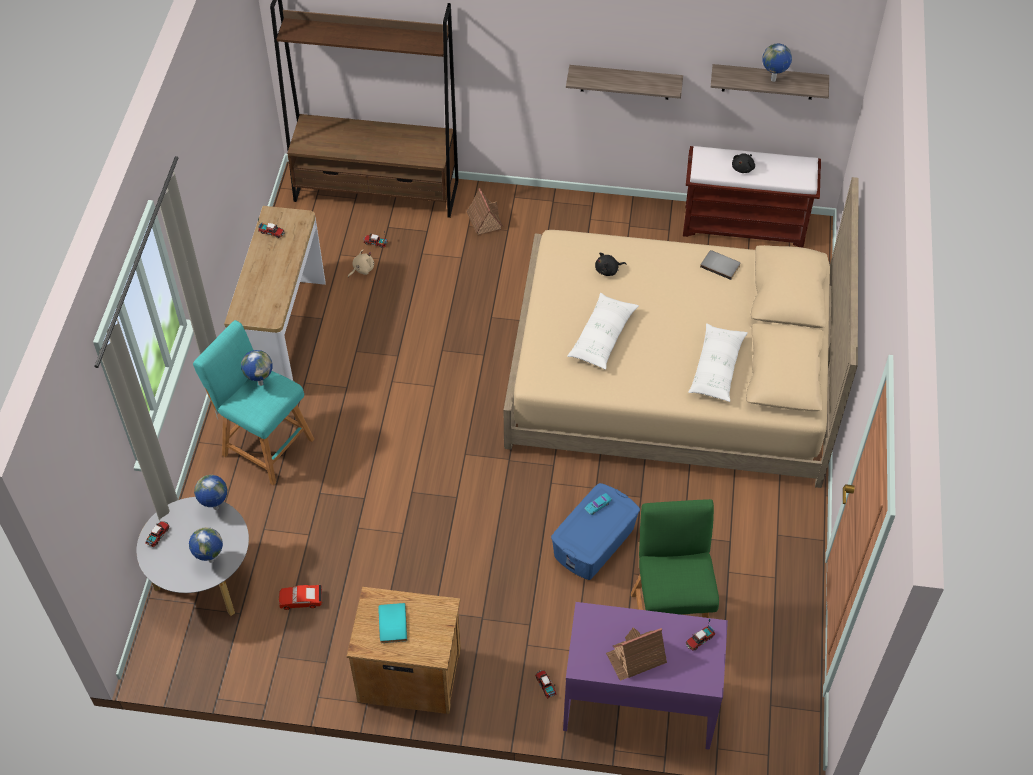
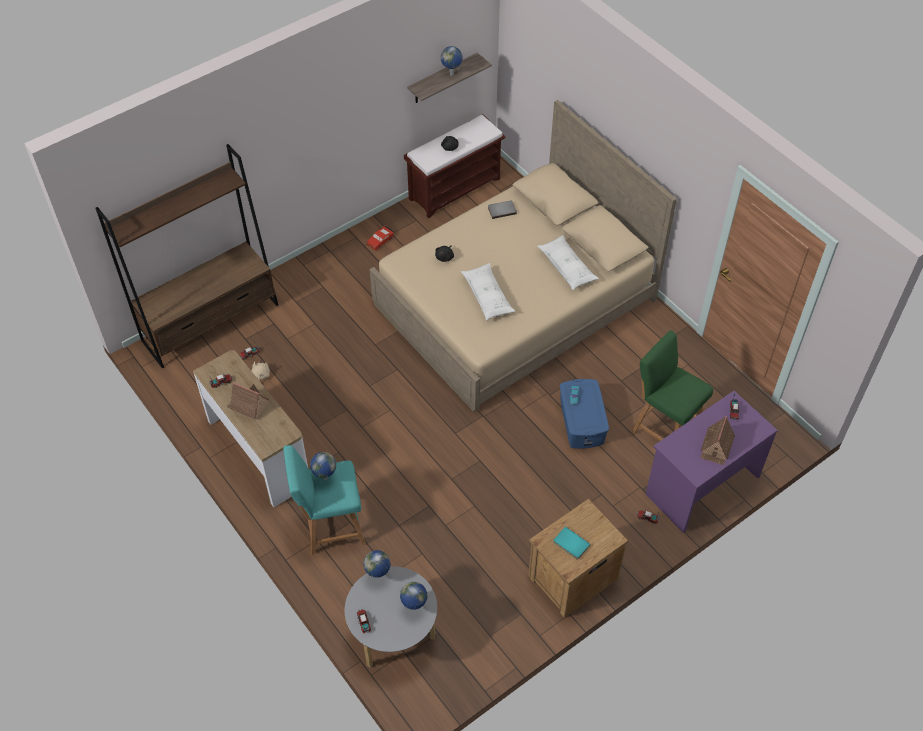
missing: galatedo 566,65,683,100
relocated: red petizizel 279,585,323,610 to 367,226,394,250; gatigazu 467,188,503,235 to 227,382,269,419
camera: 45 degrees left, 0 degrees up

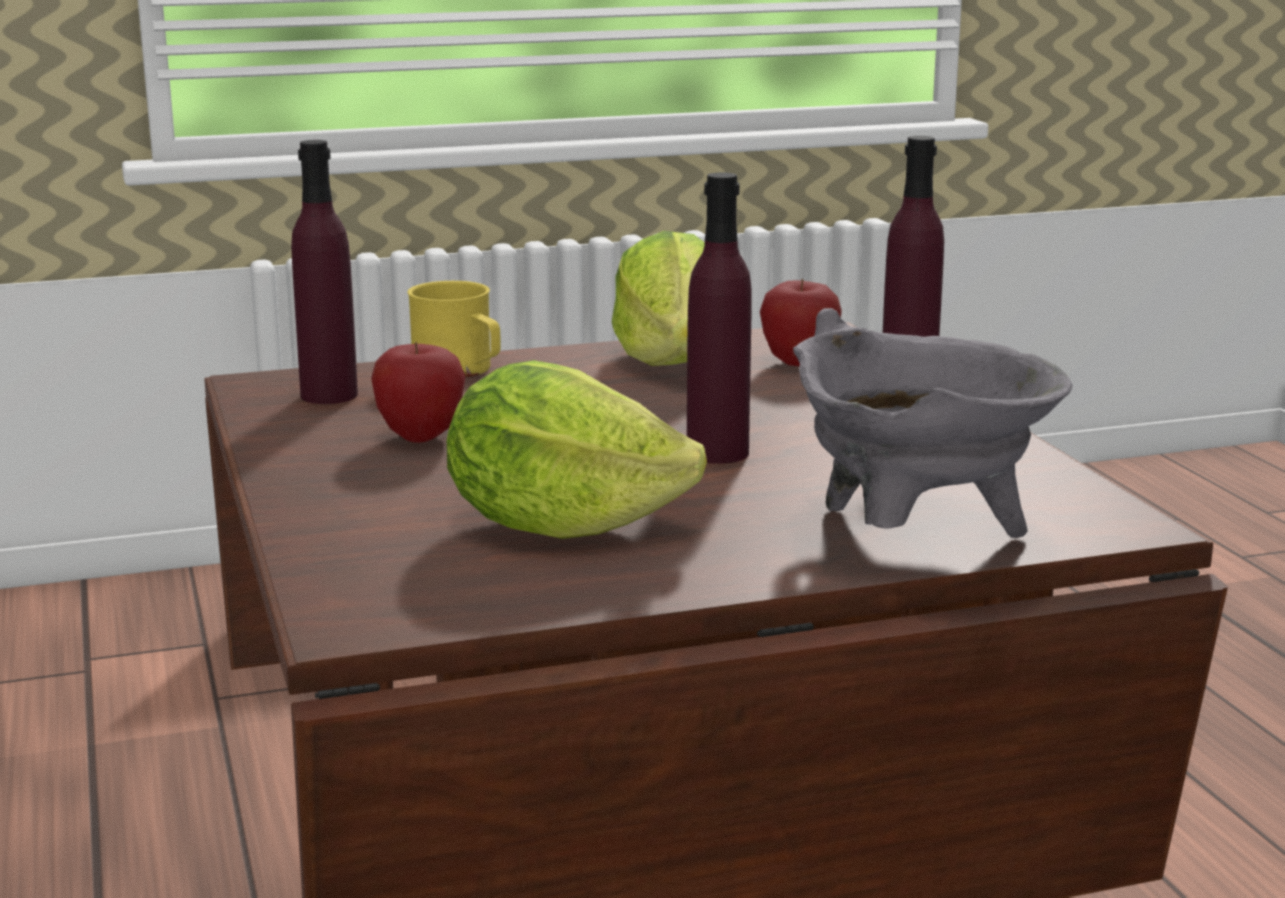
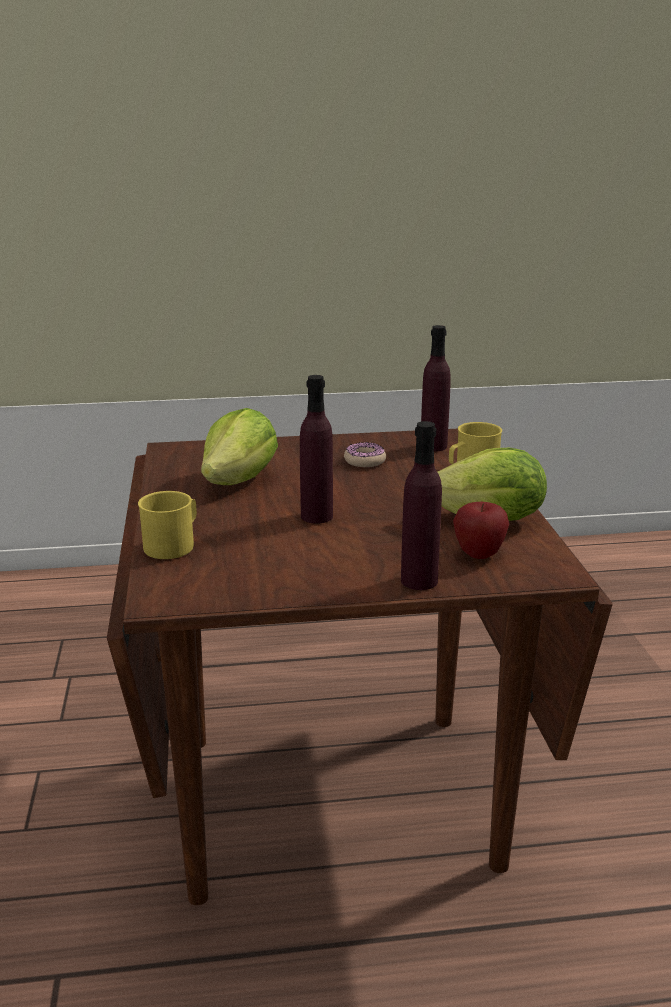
exchanged: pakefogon 371,341,466,443 to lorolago 344,442,386,467; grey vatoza 793,308,1072,538 to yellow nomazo 138,491,197,559
camera: 100 degrees right, 5 degrees up

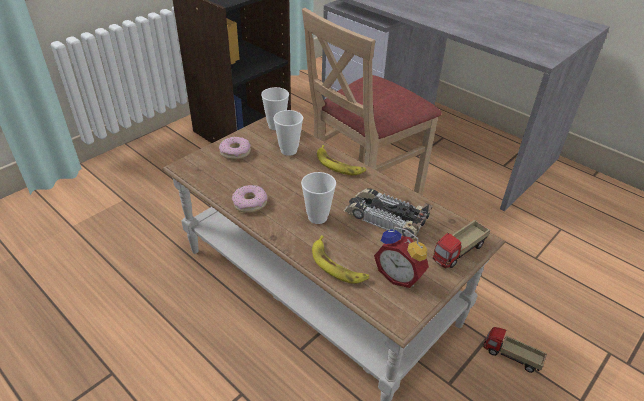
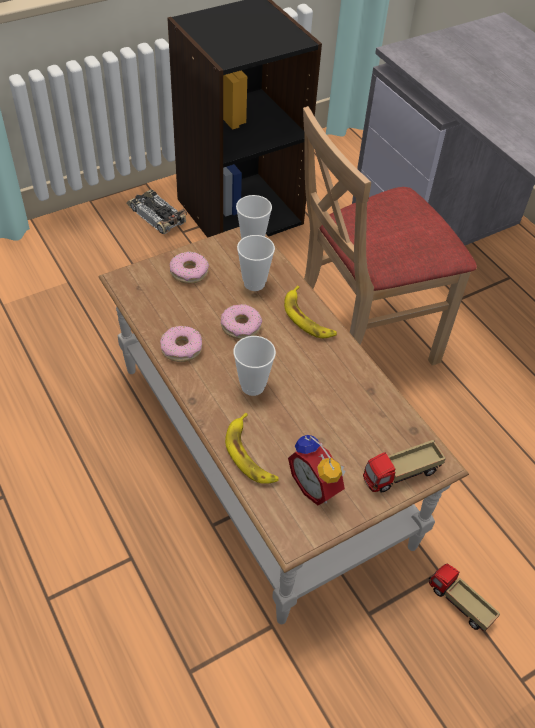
appeared: lorolago 221,304,262,339
relocated: petizizel 344,188,433,239 to 126,190,187,234
camera: 15 degrees right, 10 degrees up

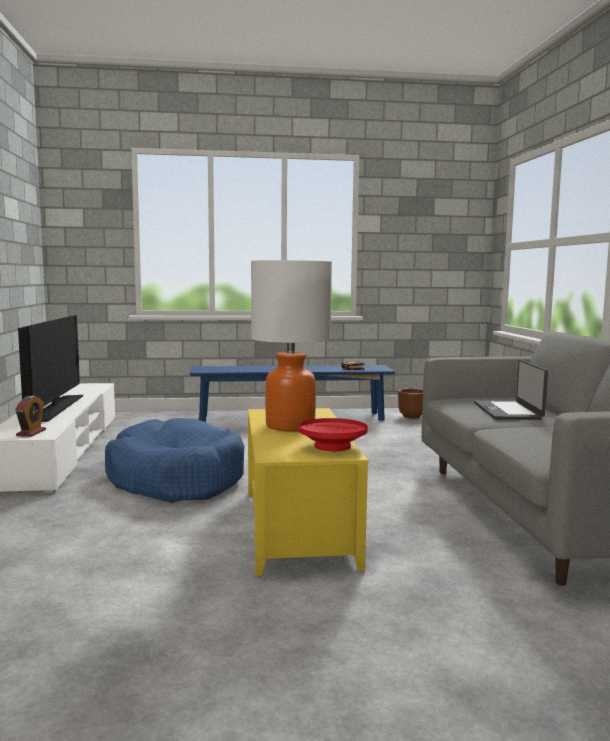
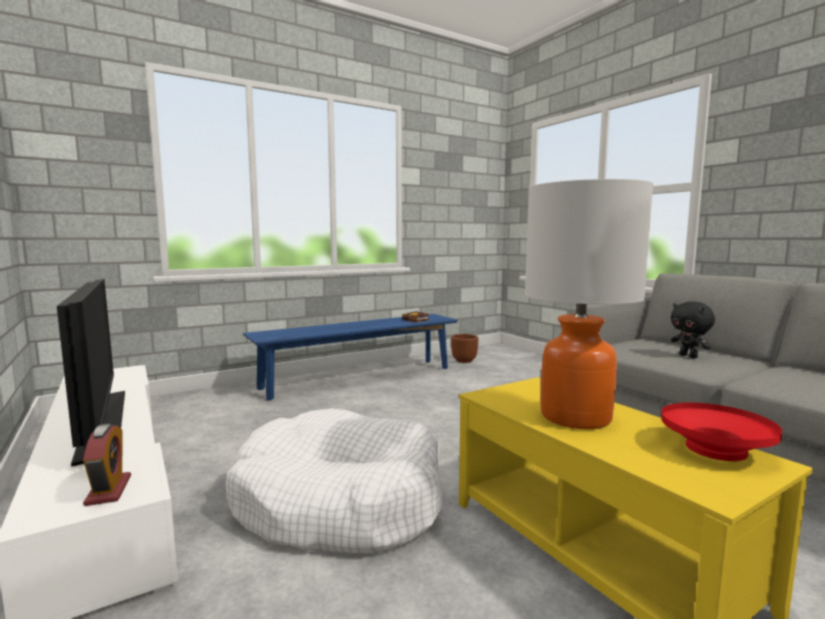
exchanged: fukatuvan 474,359,548,420 to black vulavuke 671,301,715,358
colour: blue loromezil 105,418,244,503 to white loromezil 225,409,442,553
camera: 25 degrees left, 0 degrees up

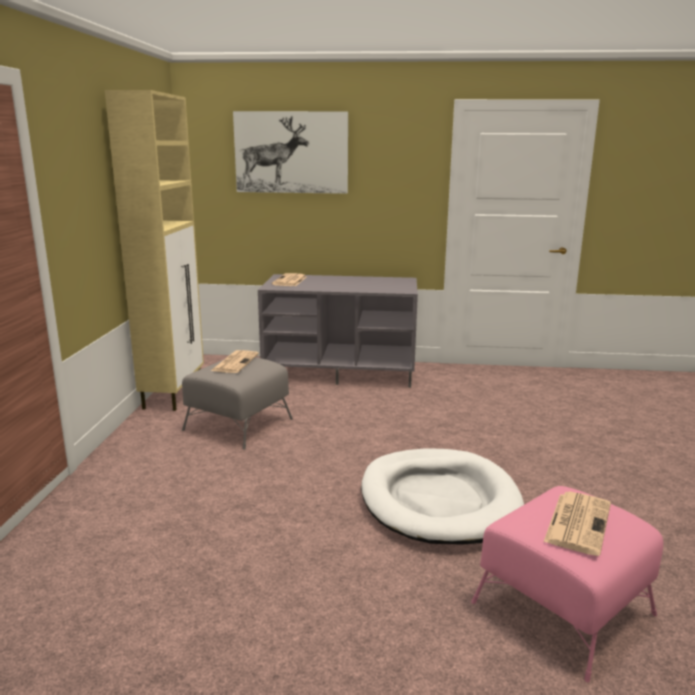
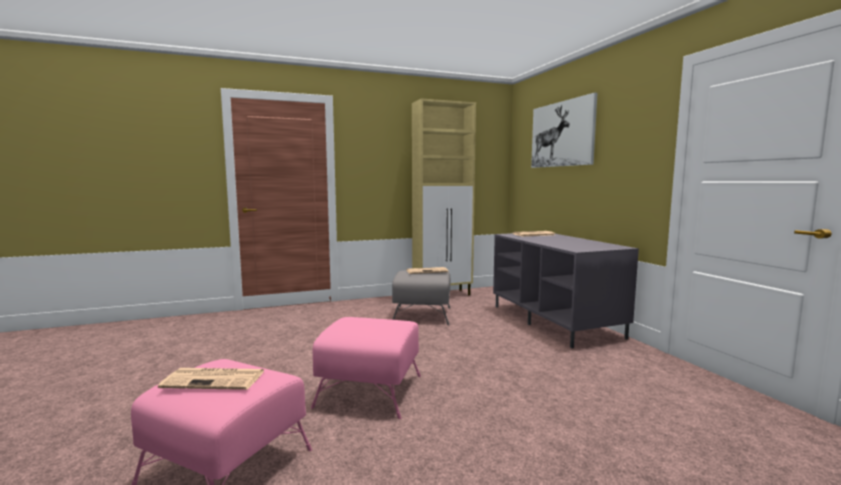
exchanged: white loromezil 361,449,524,544 to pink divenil 311,317,421,419
camera: 65 degrees right, 10 degrees down

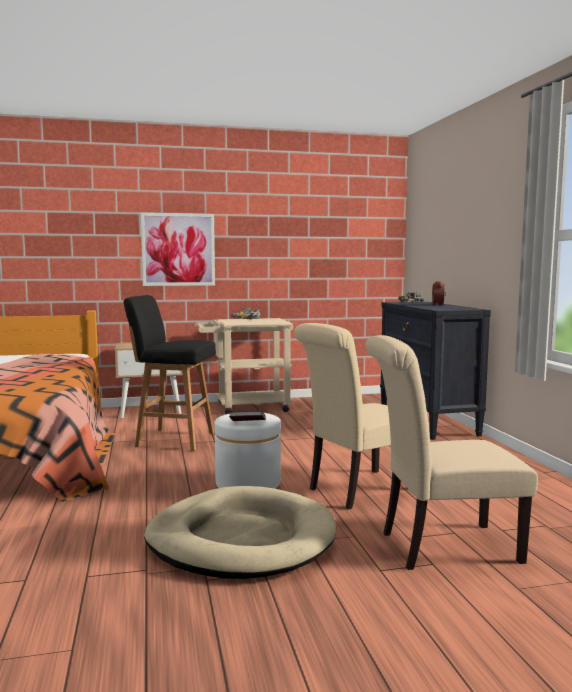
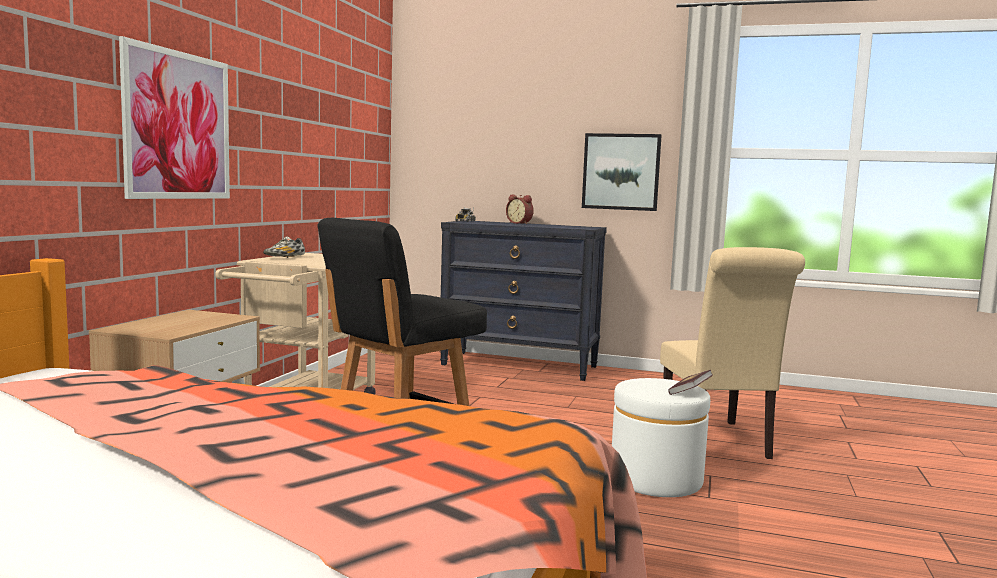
missing: beige loromezil 144,486,336,579; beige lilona 365,335,538,570
appeared: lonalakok 582,133,662,211
camera: 60 degrees left, 0 degrees up

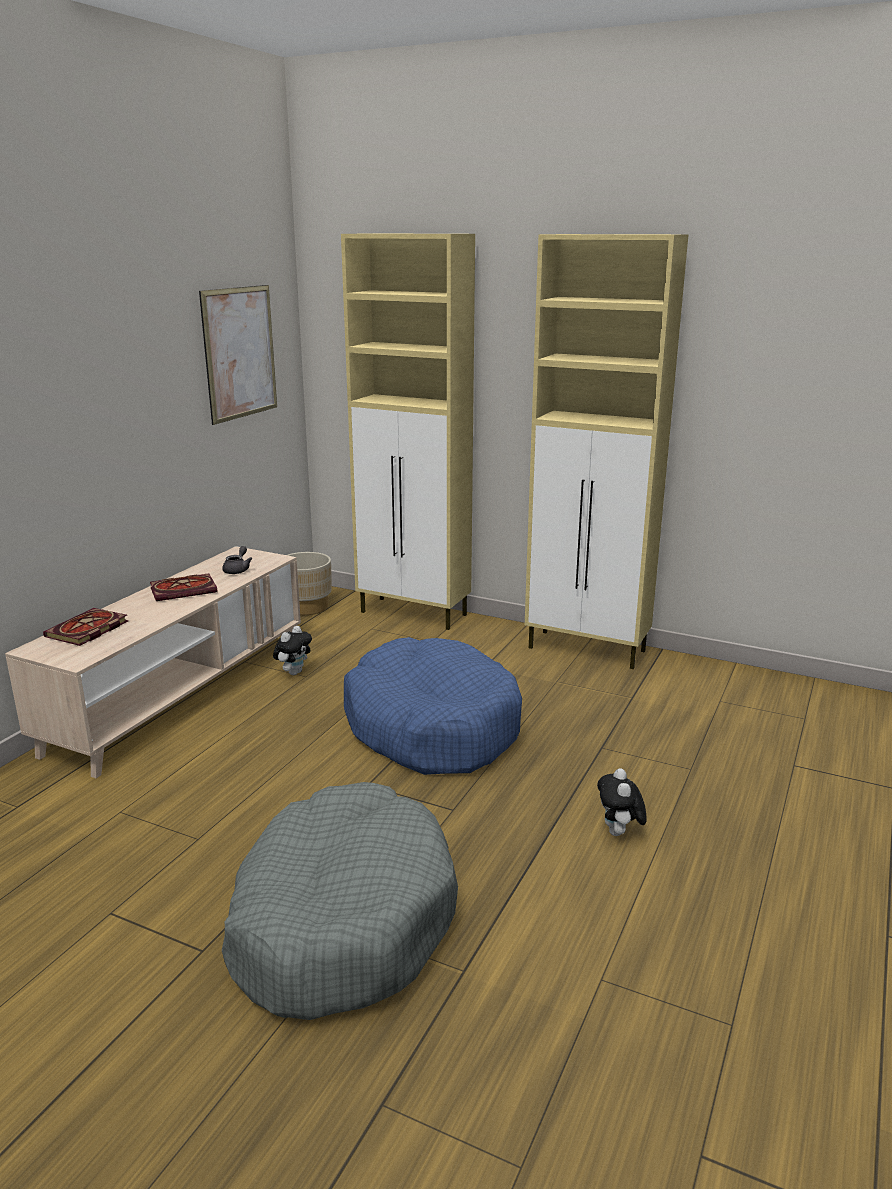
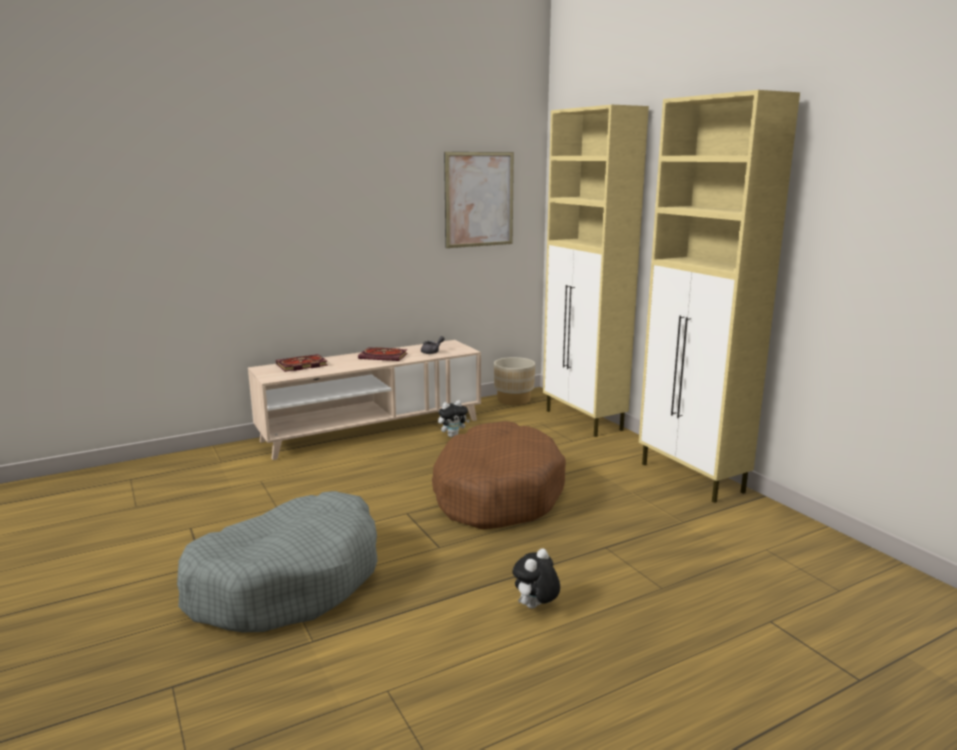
colour: blue loromezil 344,637,522,775 to brown loromezil 432,421,566,529
camera: 35 degrees right, 5 degrees down

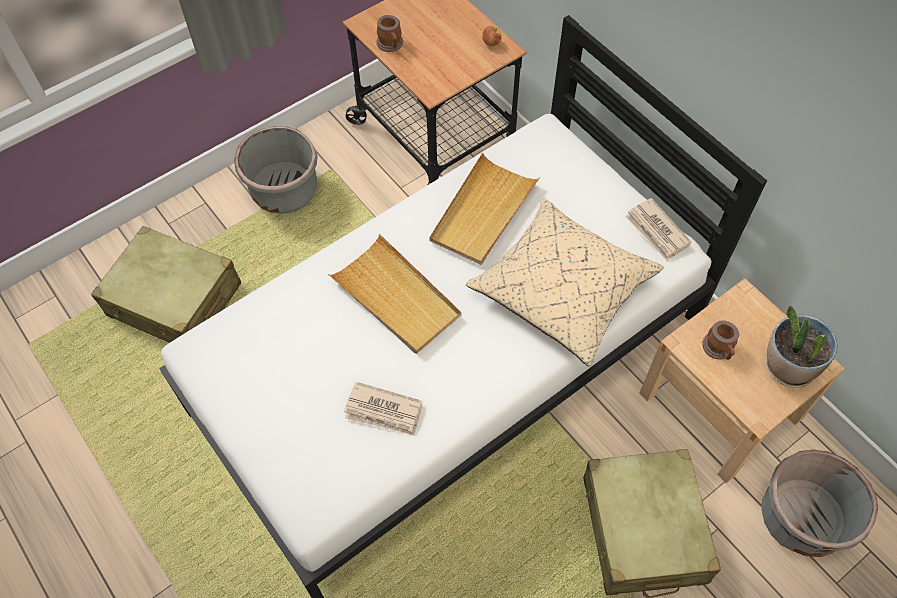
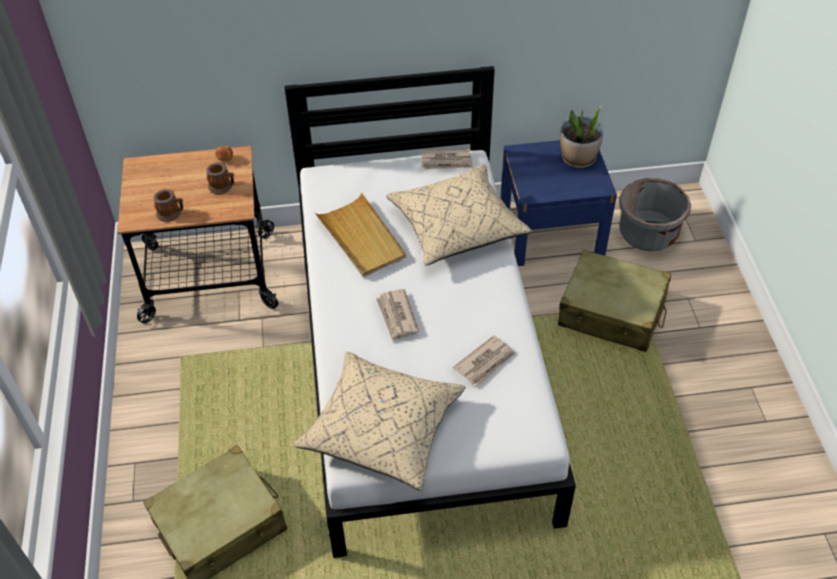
missing: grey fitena 234,126,318,214
appeared: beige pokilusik 294,351,466,491
relocated: nomazo 702,320,739,360 to 206,163,234,194
exchanged: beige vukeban 328,234,461,354 to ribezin 376,289,419,341
colour: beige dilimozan 640,278,845,483 to blue dilimozan 500,140,617,266
camera: 60 degrees left, 10 degrees down

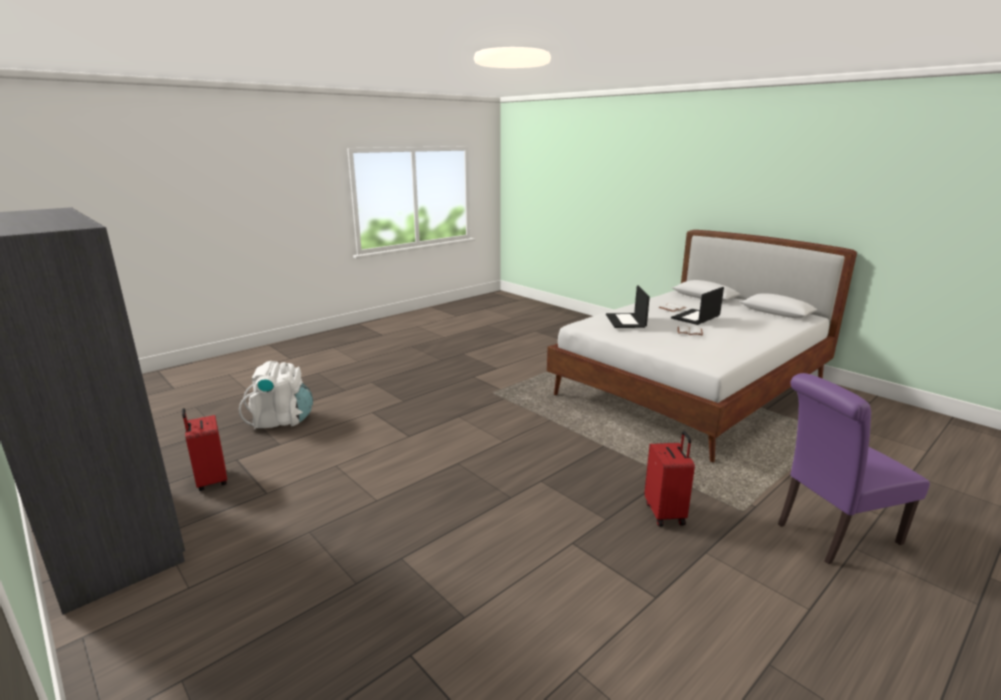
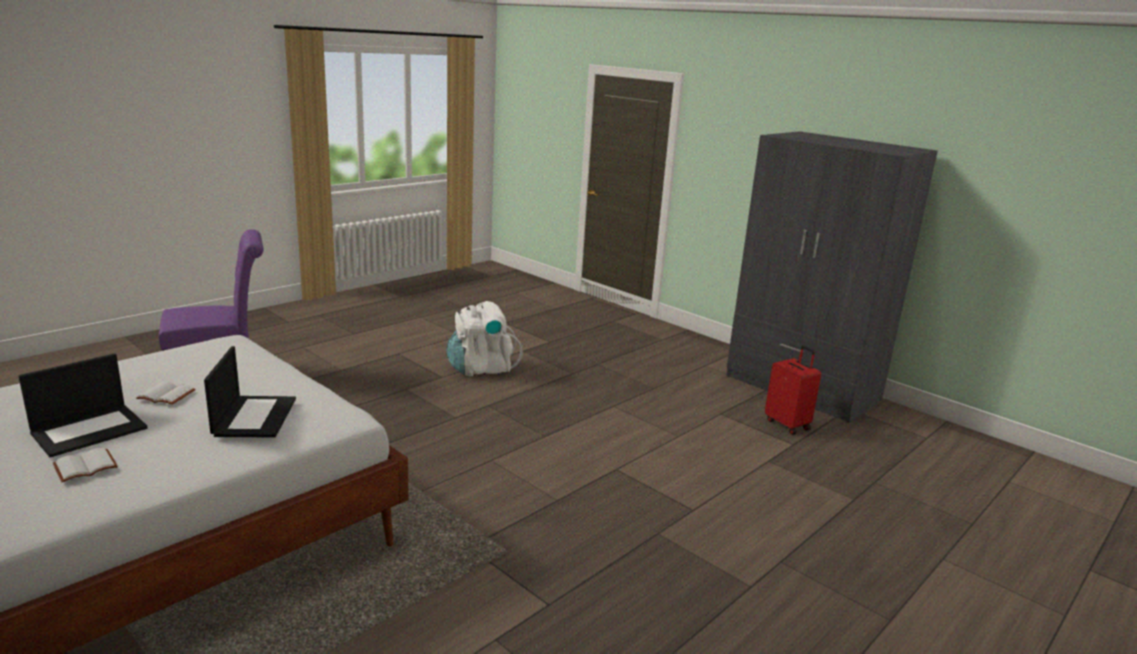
missing: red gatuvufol 644,431,695,527
relocated: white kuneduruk 239,361,313,429 to 446,301,523,376
camera: 175 degrees right, 0 degrees up

